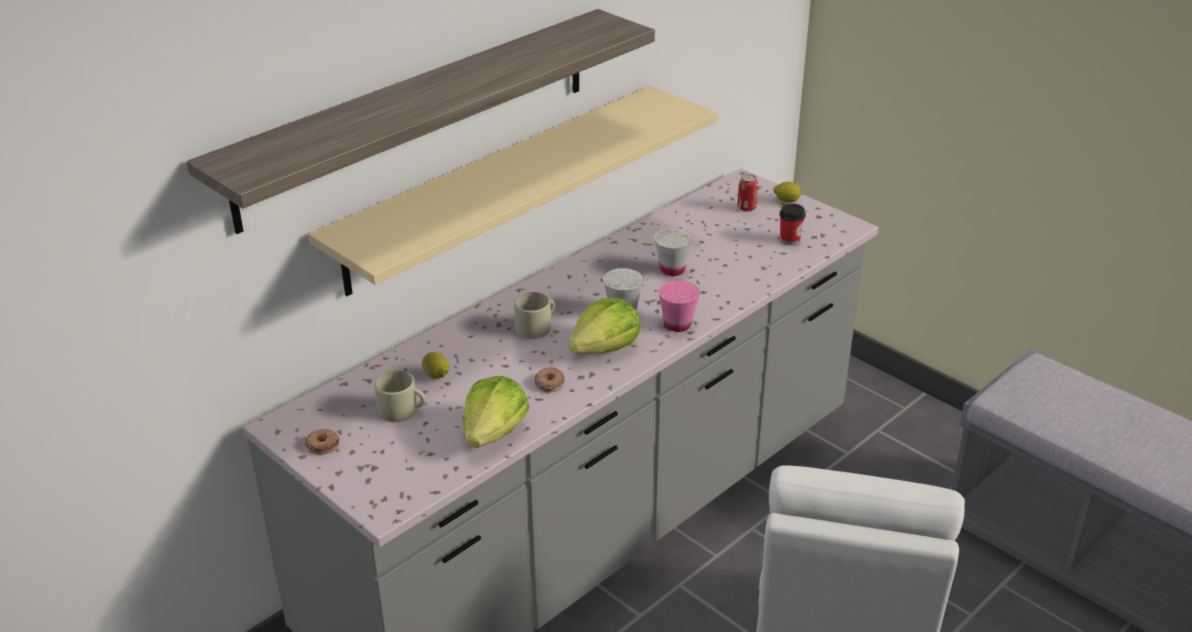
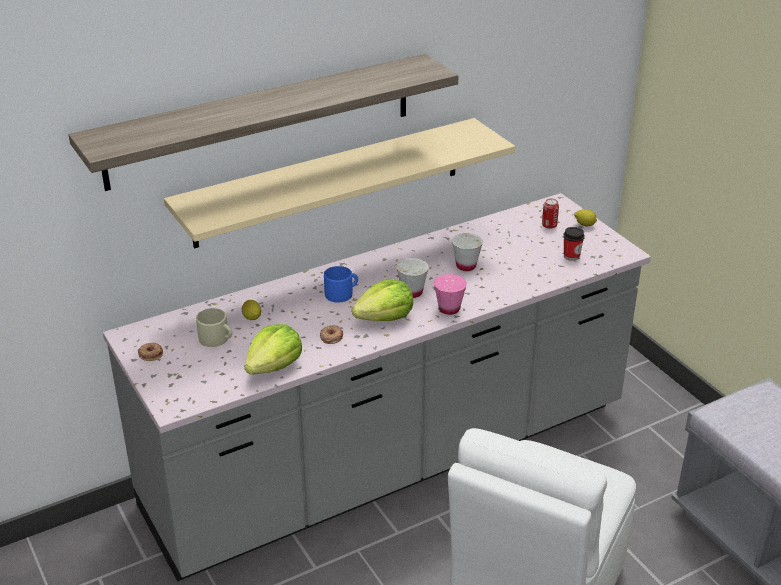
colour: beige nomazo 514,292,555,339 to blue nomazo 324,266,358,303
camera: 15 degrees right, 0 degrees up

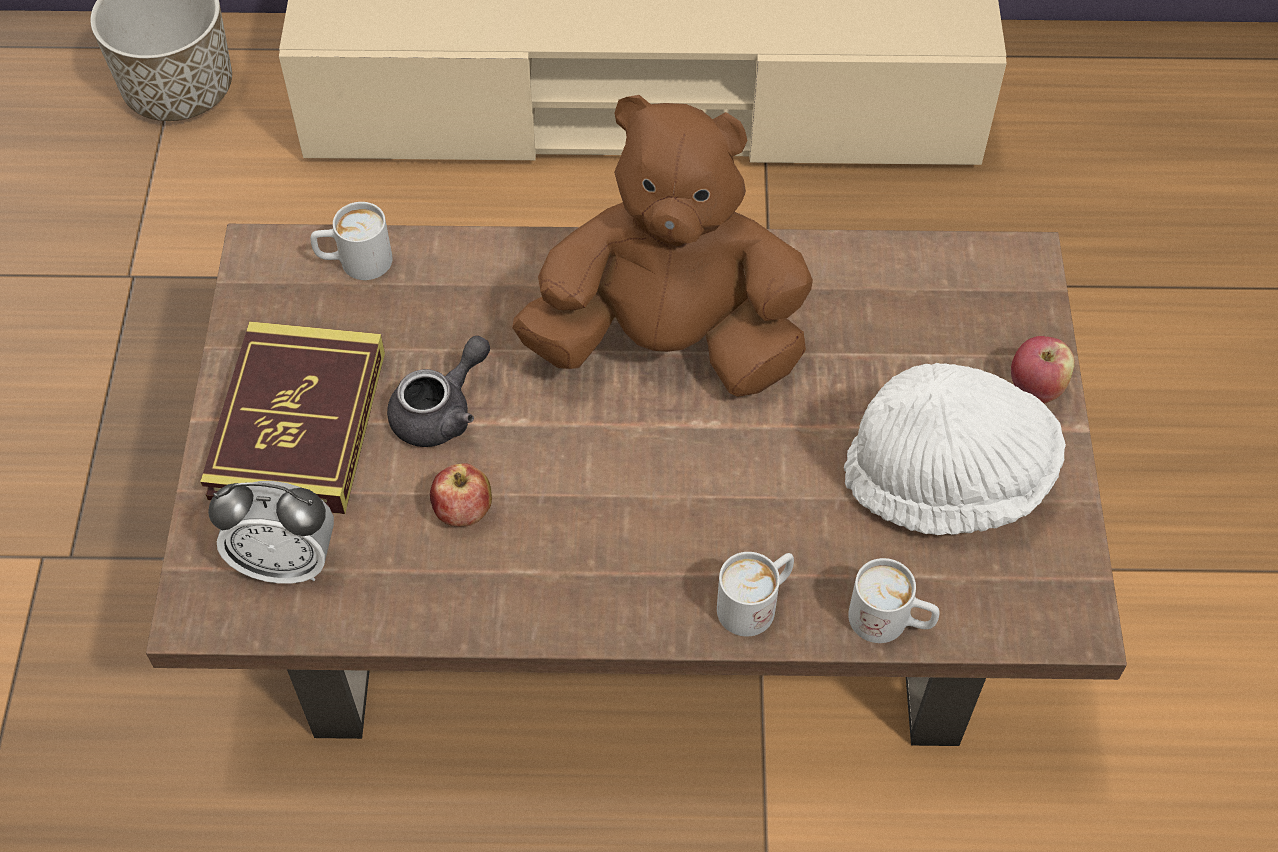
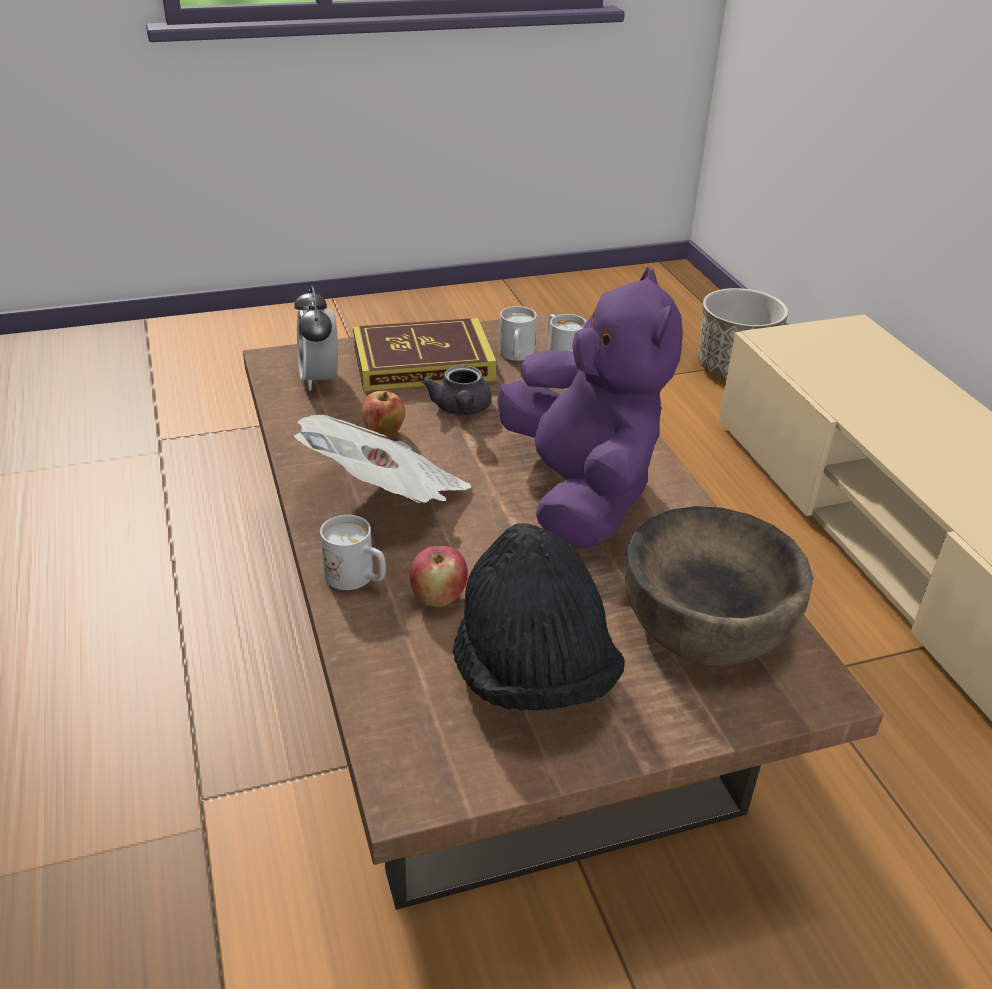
appeared: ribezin 293,415,471,503; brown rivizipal 624,506,813,666
relocated: white nomazo 848,558,939,643 to 499,306,537,361; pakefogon 1011,336,1075,404 to 410,546,468,607
colour: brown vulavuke 512,95,813,397 to purple vulavuke 497,267,683,549; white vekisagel 844,363,1066,535 to black vekisagel 453,523,625,711
spun: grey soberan 387,336,490,447 = 421,365,492,415 60 degrees clockwise
camera: 70 degrees right, 20 degrees down

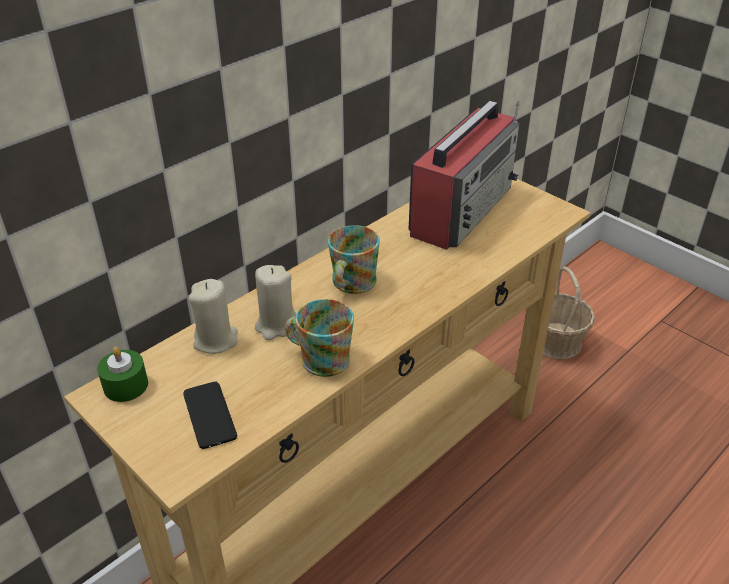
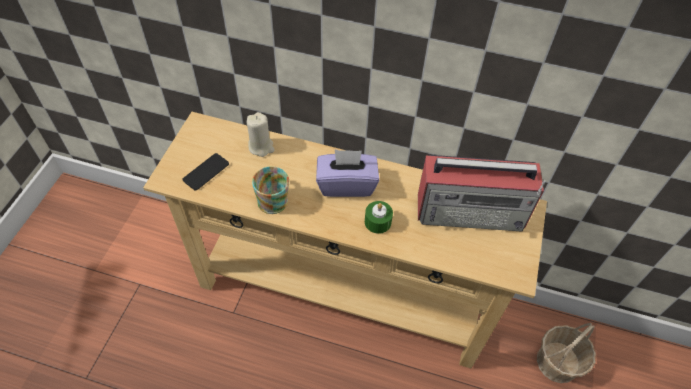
missing: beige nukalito 255,265,297,340
relocated: green nukalito 97,347,148,402 to 365,201,393,234
exchanged: nomazo 328,225,380,294 to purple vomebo 316,149,379,197
camera: 60 degrees right, 15 degrees up

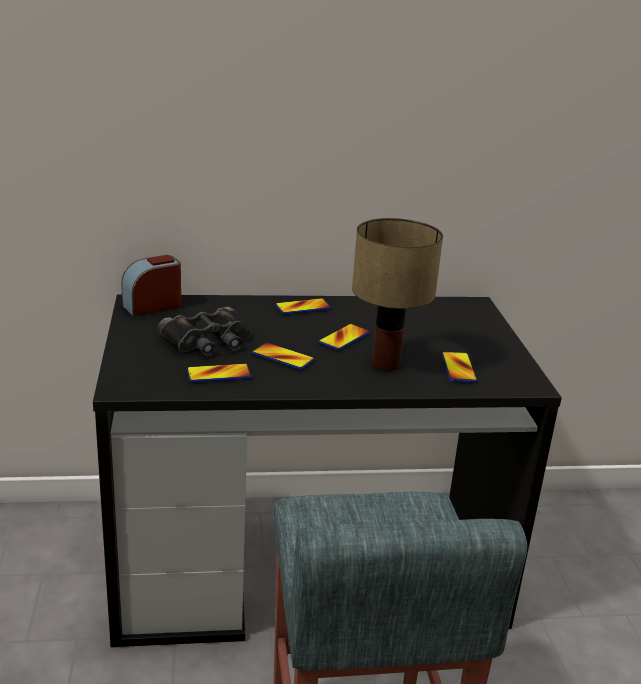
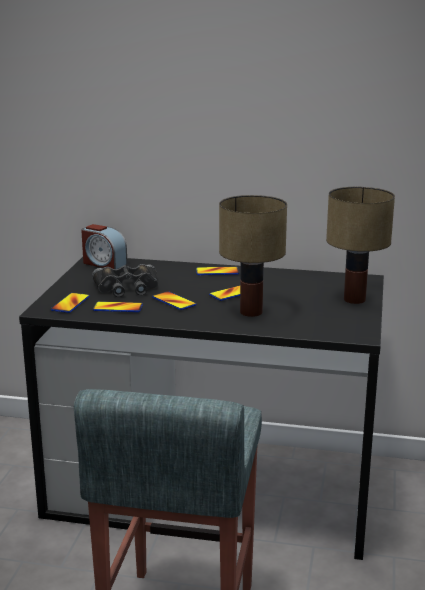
appeared: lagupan 326,187,395,304
relocated: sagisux 442,352,477,382 to 51,293,90,313
spun: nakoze 121,255,181,316 = 81,224,127,269 135 degrees counterclockwise
camera: 20 degrees right, 5 degrees down

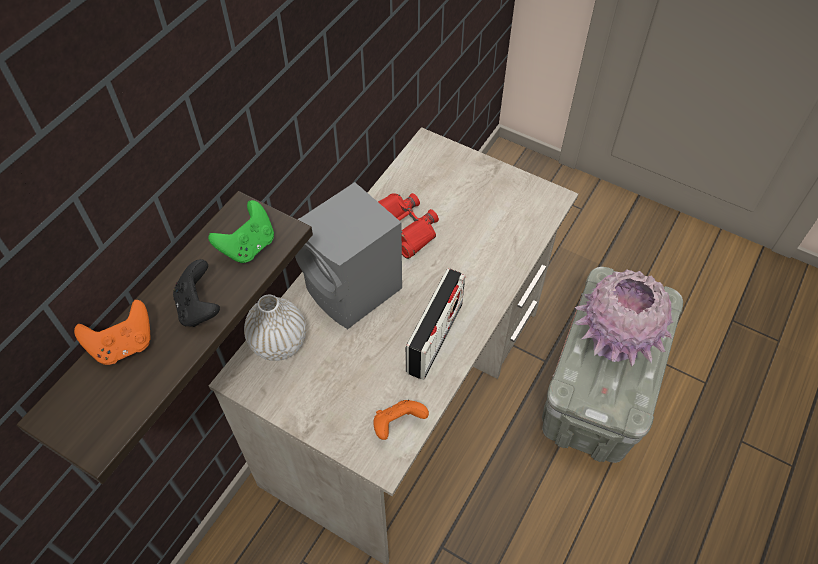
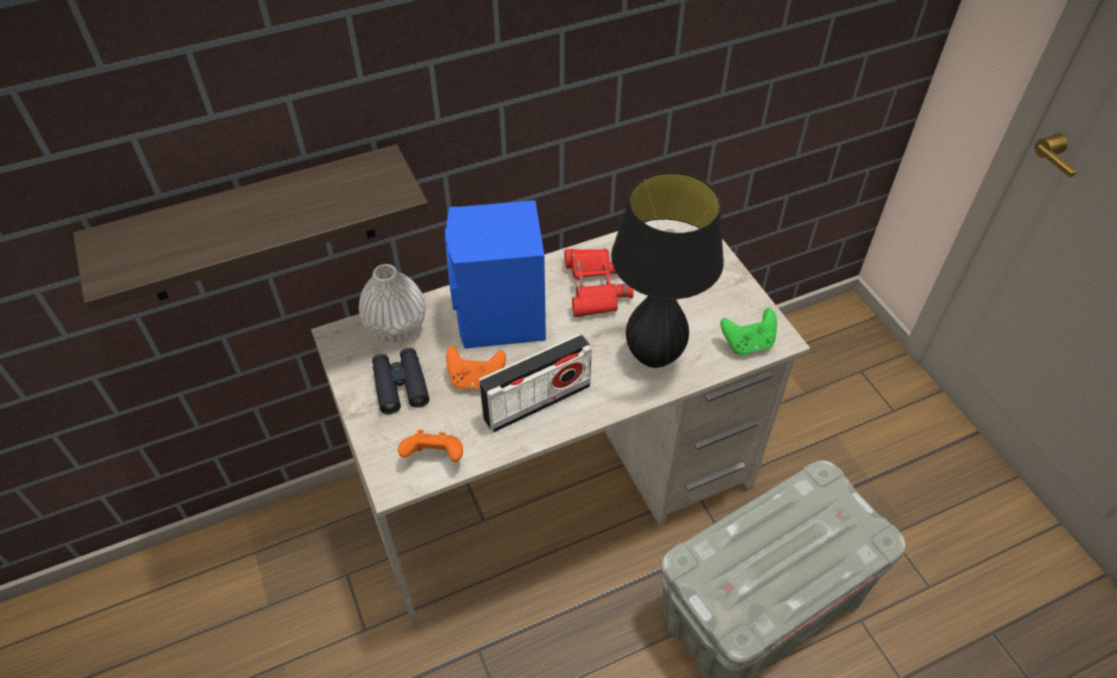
missing: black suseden 173,259,220,327; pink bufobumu 574,269,673,367
appeared: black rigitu 372,348,429,414; black lagupan 611,172,724,368
relocated: orange suseden 74,300,151,365 to 446,346,506,390; green suseden 208,200,274,263 to 720,308,777,355
colour: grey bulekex 295,182,402,329 to blue bulekex 445,200,546,349
camera: 35 degrees right, 5 degrees down

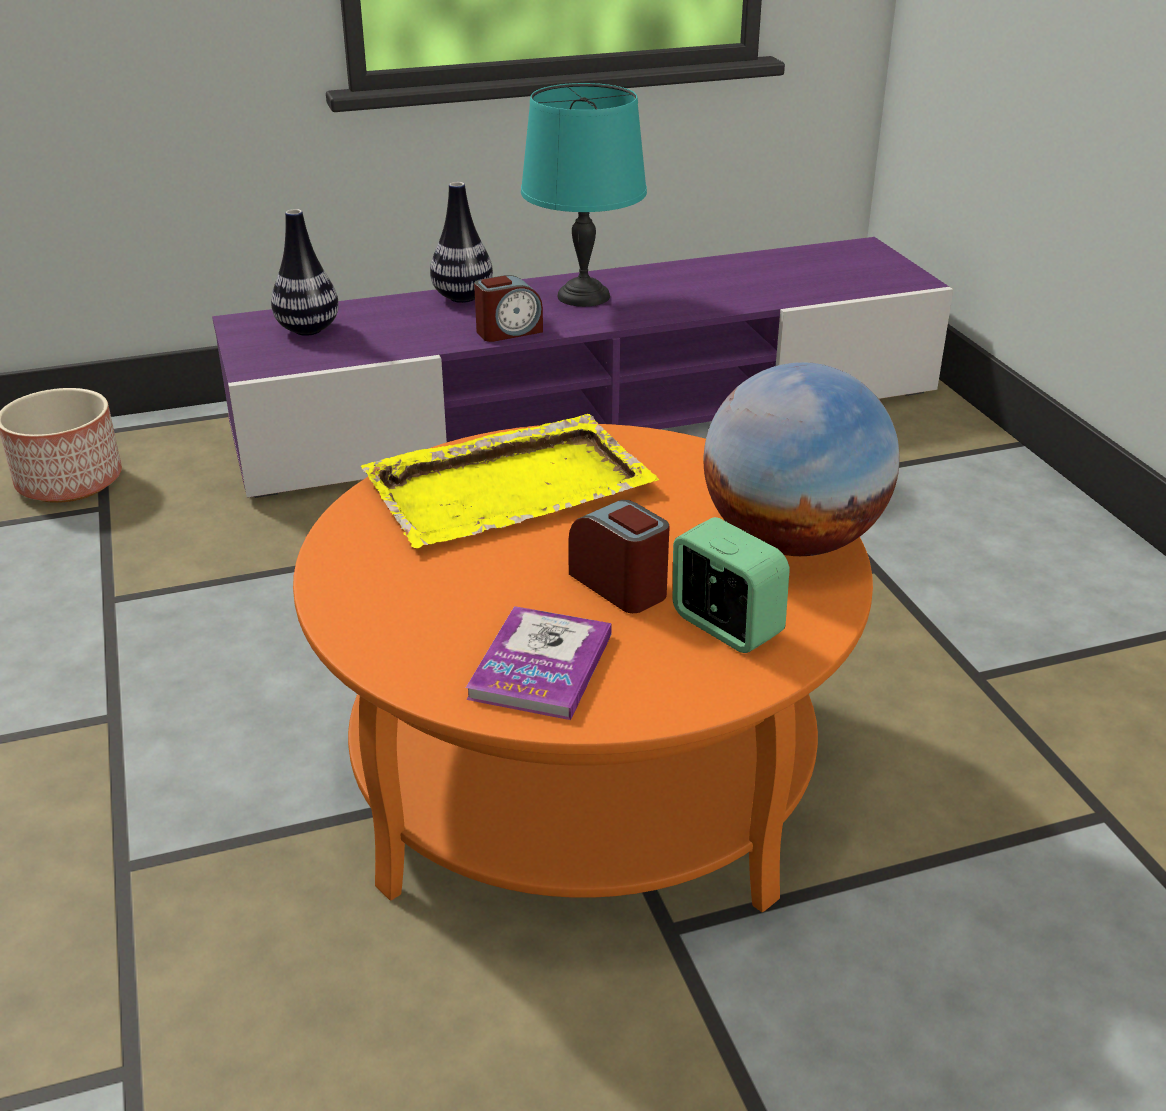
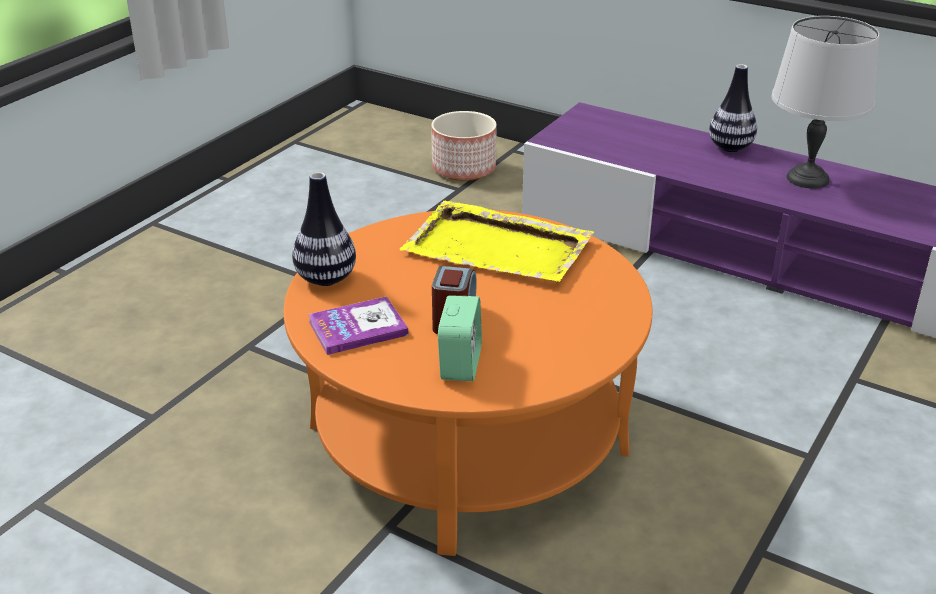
missing: nakoze 474,275,543,342; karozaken 703,362,900,556
relocated: bufobumu 271,209,339,336 to 292,172,356,286
colour: turquoise lagupan 521,83,647,307 to grey lagupan 772,16,879,189
camera: 50 degrees right, 0 degrees up

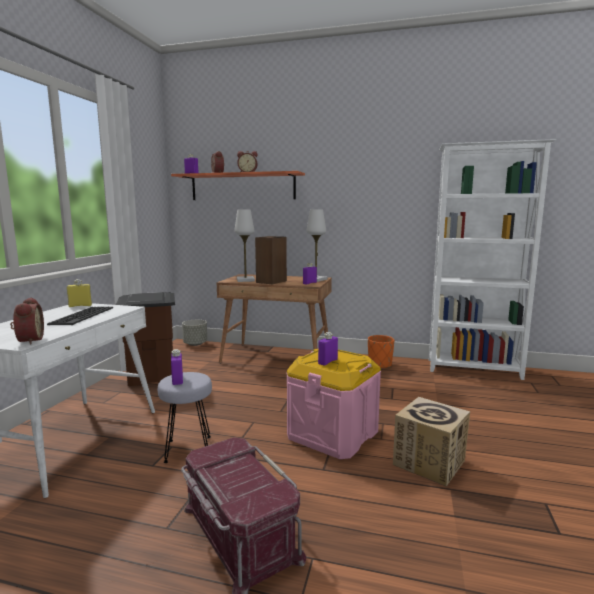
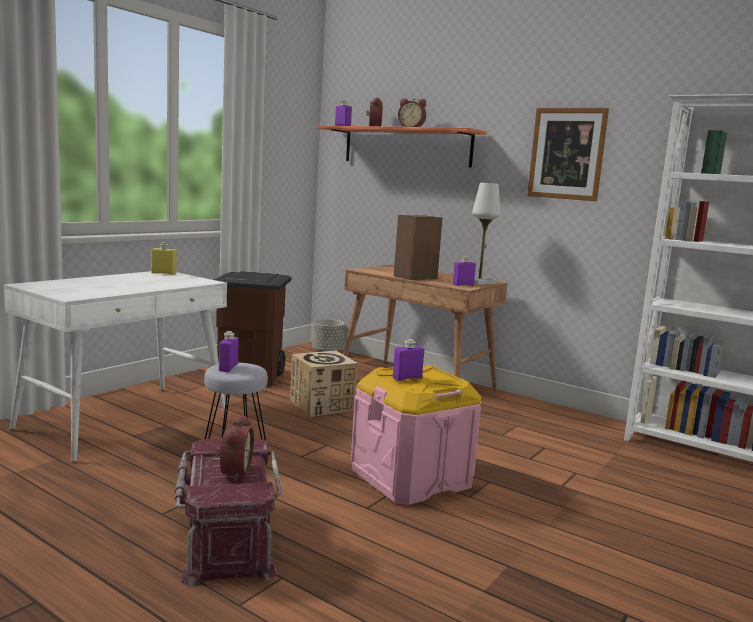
missing: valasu 47,307,113,325; white lagupan 234,209,255,282; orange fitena 368,335,395,368
appeared: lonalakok 527,108,609,201
relocated: nakoze 10,297,44,345 to 216,414,254,481; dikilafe 393,397,470,486 to 290,350,358,417
camera: 20 degrees right, 0 degrees up

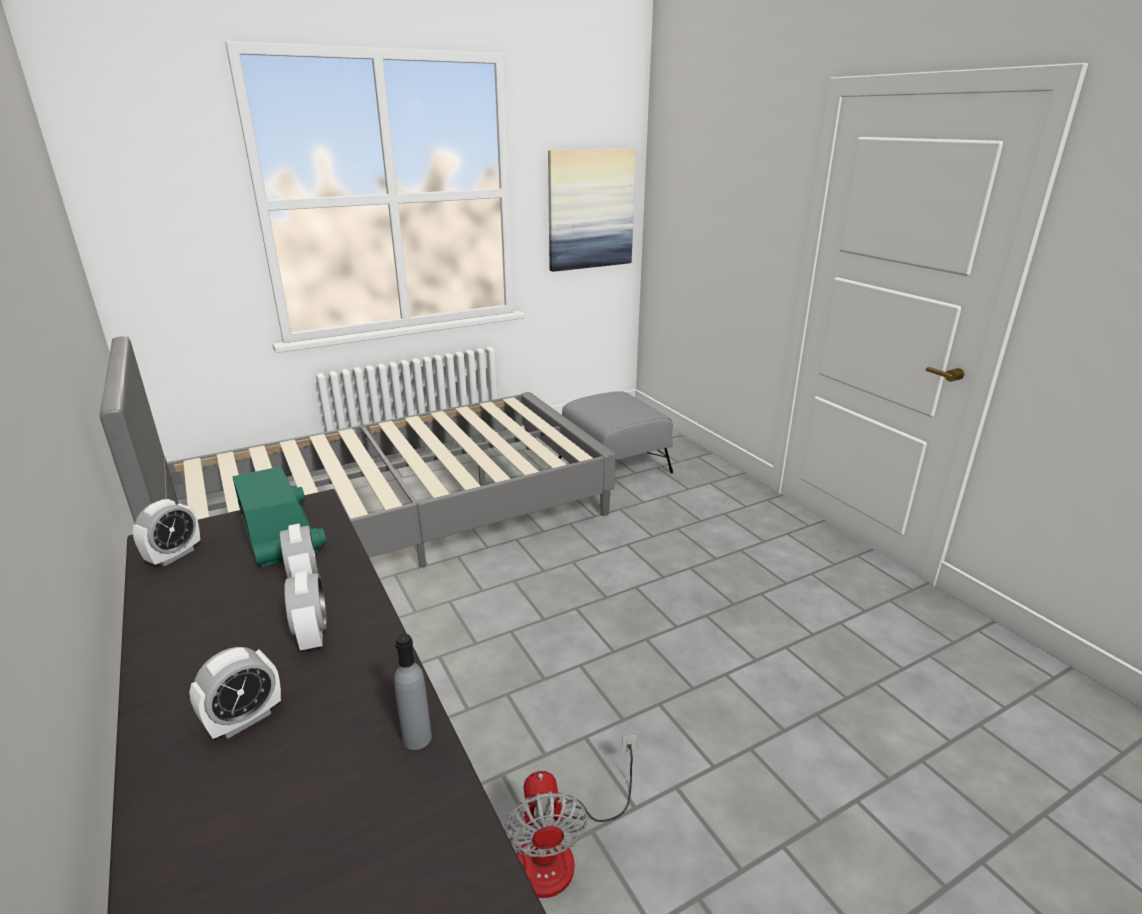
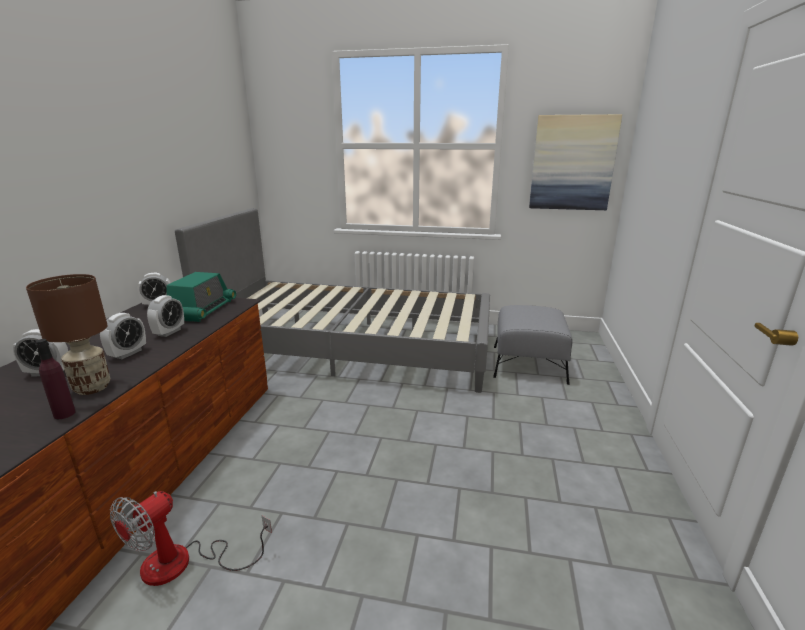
appeared: brown lagupan 26,274,110,395
colour: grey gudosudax 394,634,432,750 to purple gudosudax 35,339,76,419
camera: 40 degrees right, 5 degrees down

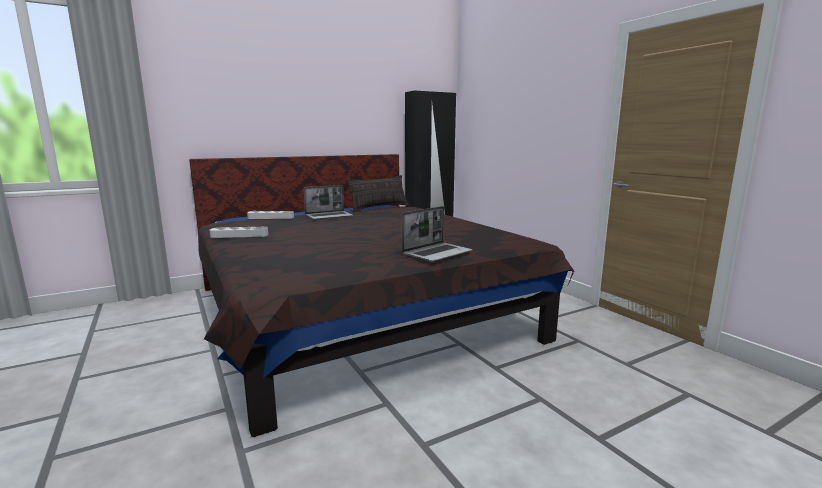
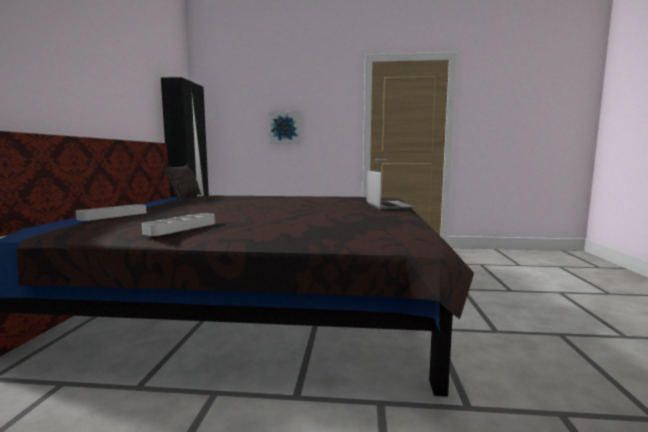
missing: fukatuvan 304,185,353,220
appeared: lonalakok 269,111,301,143
camera: 55 degrees left, 5 degrees down

